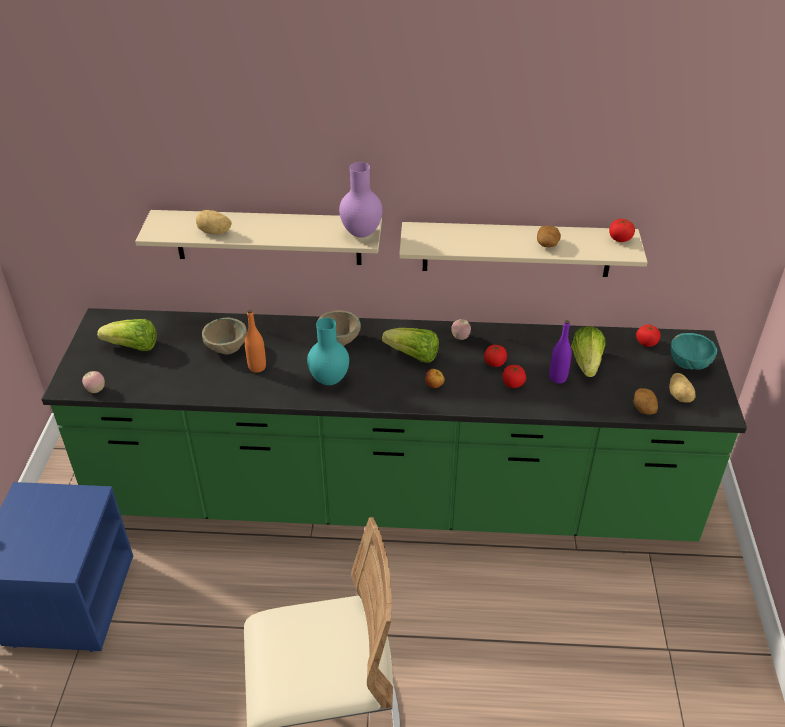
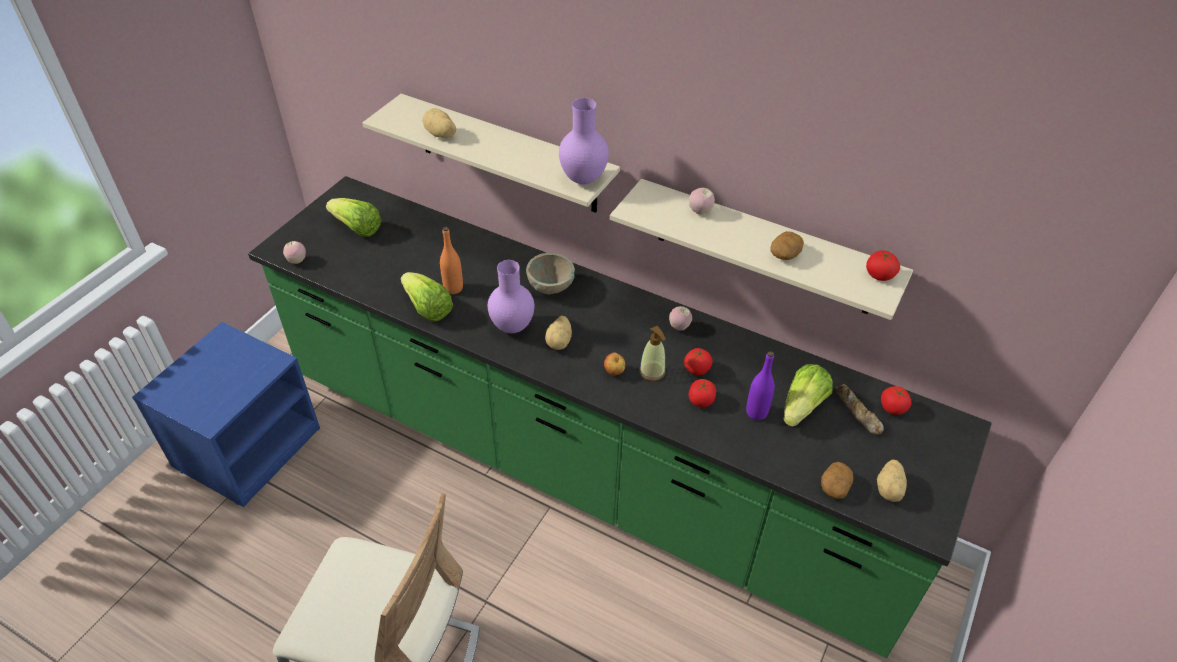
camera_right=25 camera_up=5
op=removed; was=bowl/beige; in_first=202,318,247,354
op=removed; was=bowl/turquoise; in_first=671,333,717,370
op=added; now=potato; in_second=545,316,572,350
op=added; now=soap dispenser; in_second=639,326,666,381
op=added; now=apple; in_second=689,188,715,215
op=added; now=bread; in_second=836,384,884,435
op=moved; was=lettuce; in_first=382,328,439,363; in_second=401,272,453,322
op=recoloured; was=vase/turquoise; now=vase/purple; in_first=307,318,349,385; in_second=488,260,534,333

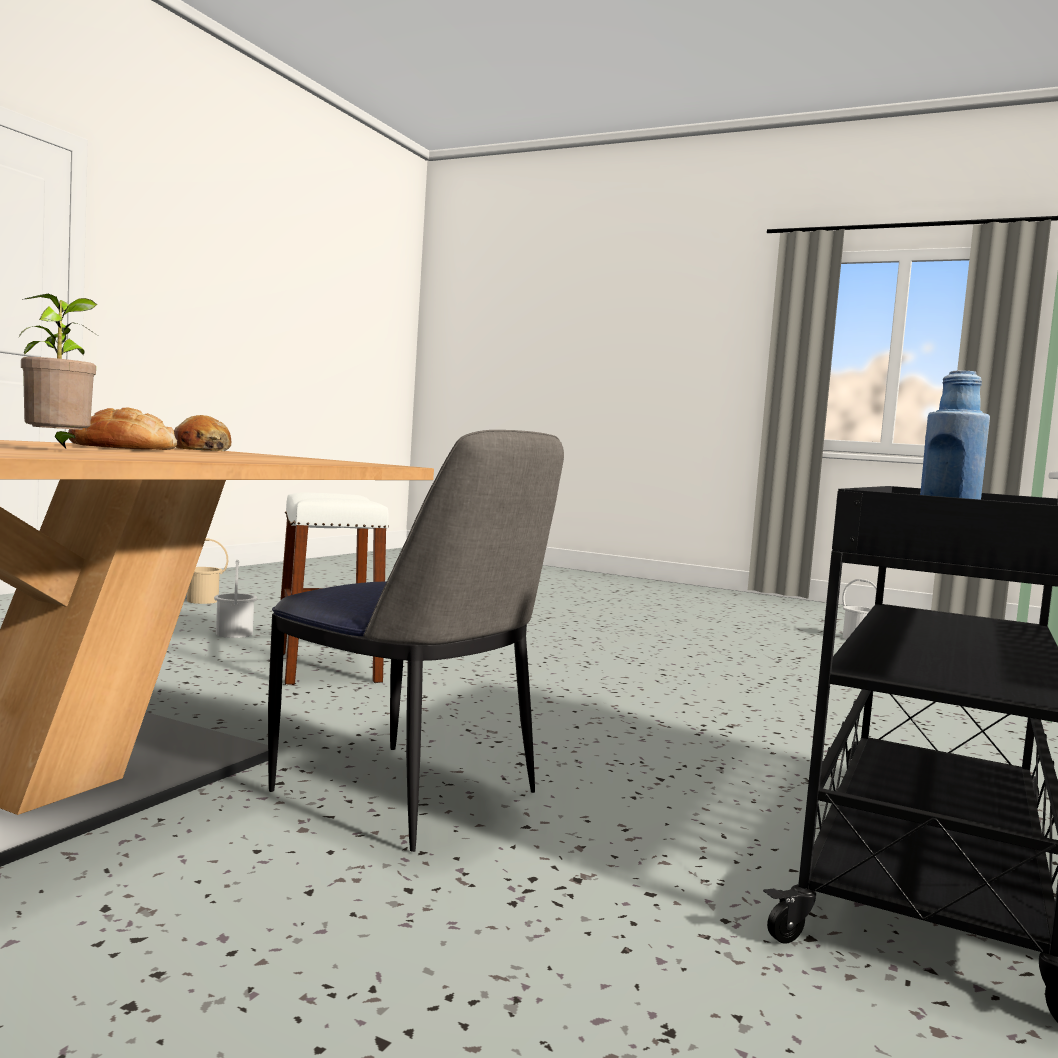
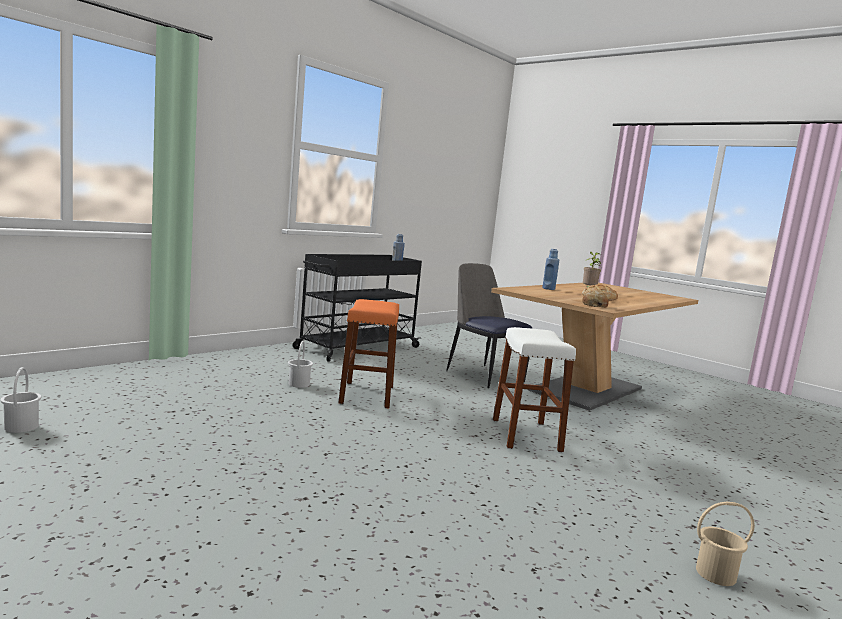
camera_right=-165 camera_up=5
op=added; now=stool/orange; in_second=338,299,399,408
op=added; now=bottle/blue; in_second=542,249,559,290
op=moved; was=bucket/white; in_first=214,560,257,638; in_second=288,341,313,388

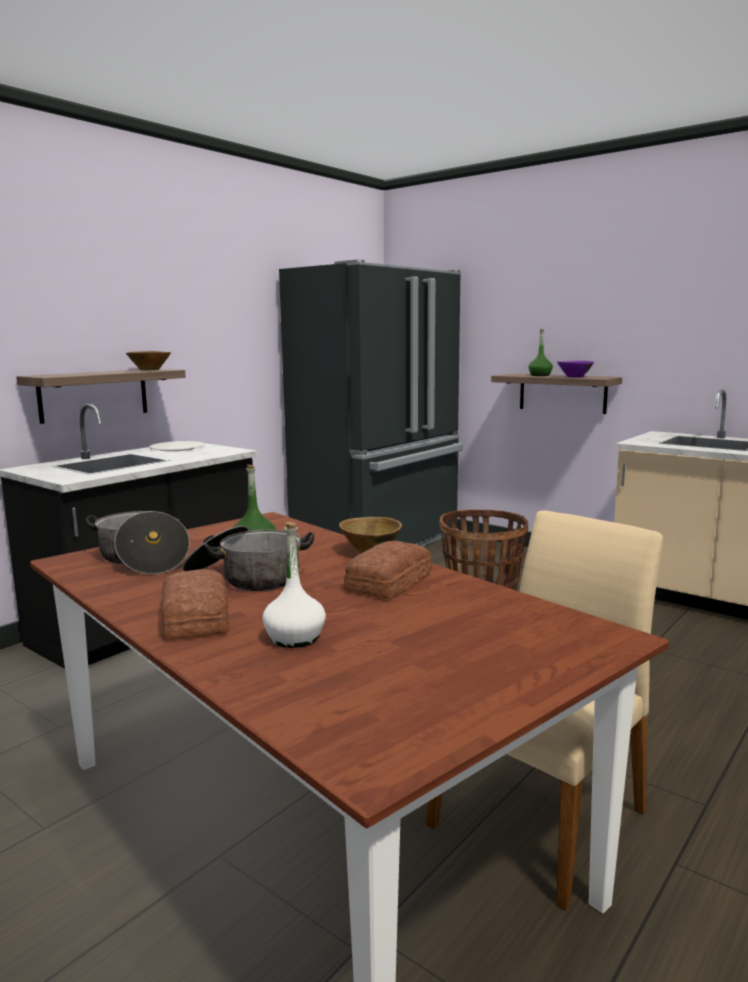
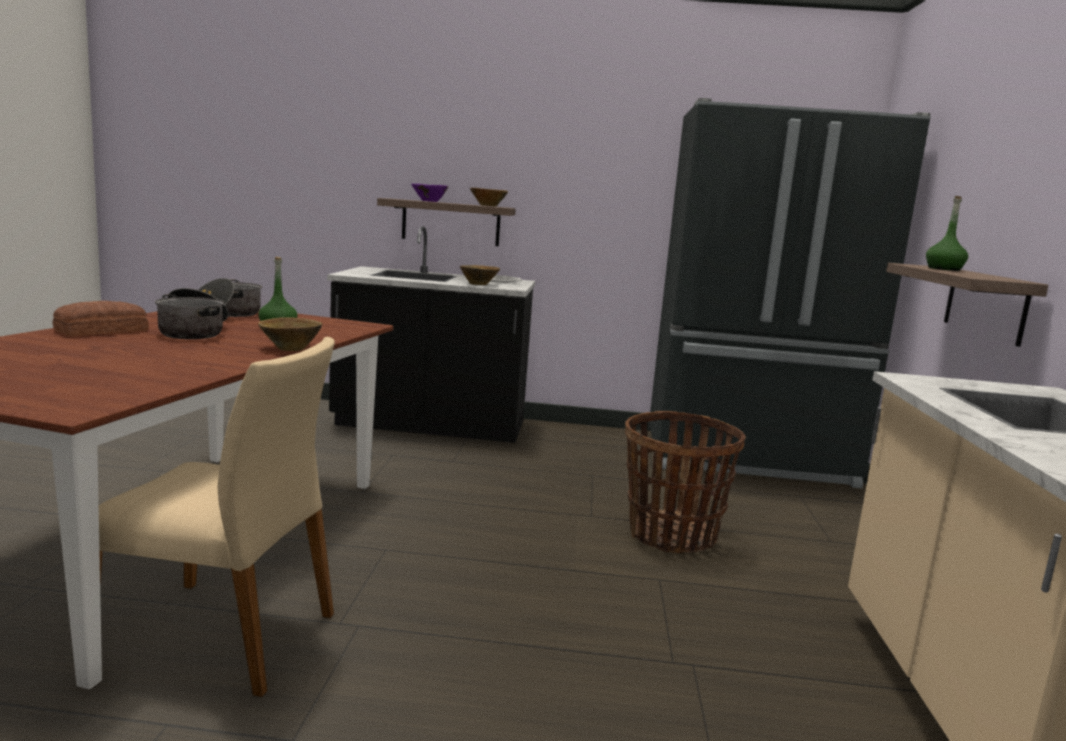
camera_right=55 camera_up=0
op=removed; was=bottle/white; in_first=263,522,326,648
op=removed; was=bread; in_first=344,541,432,600
op=added; now=bowl/brown; in_second=460,265,500,285
op=moved; was=bowl/purple; in_first=557,361,594,378; in_second=411,184,448,202

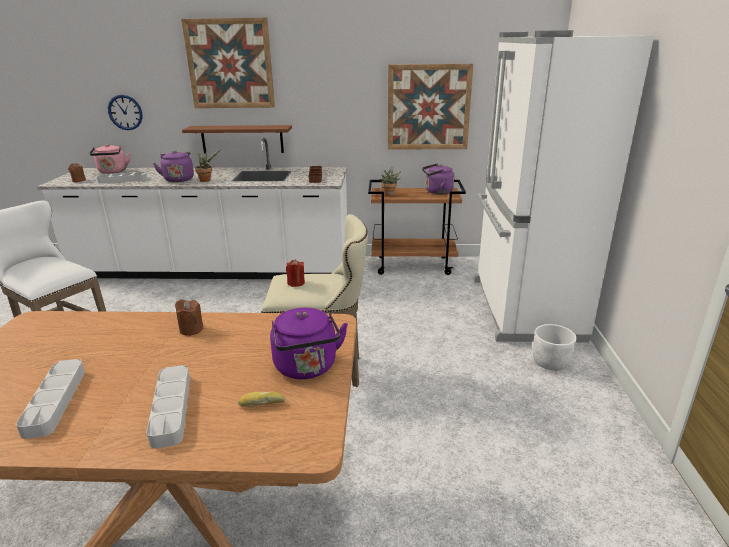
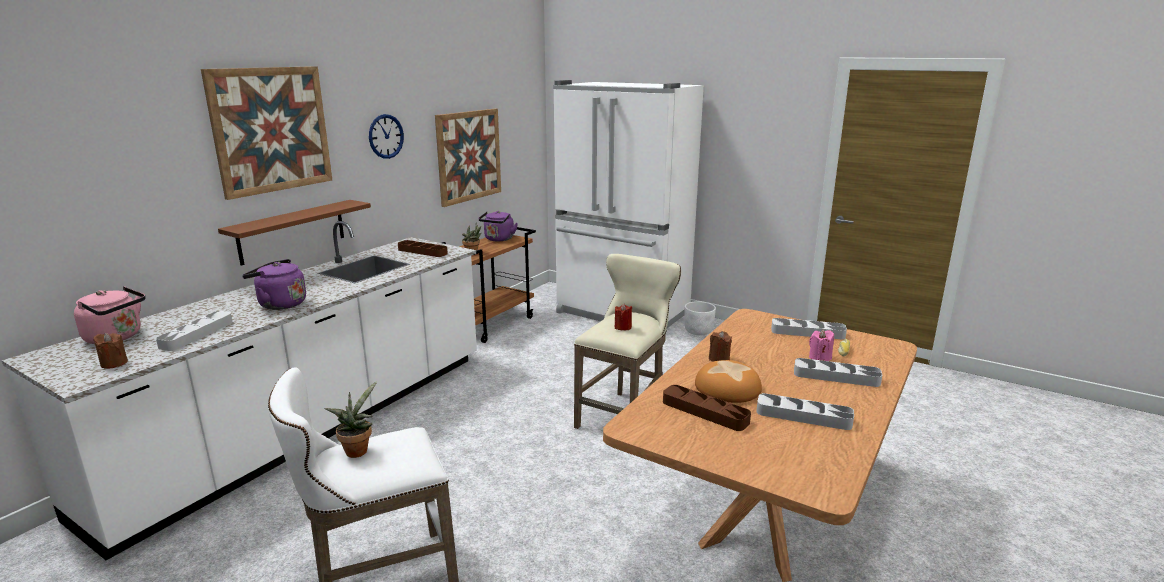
camera_right=-60 camera_up=-5
op=added; now=tray/brown; in_second=663,385,751,431
op=added; now=bread; in_second=695,360,762,403
op=added; now=candle/pink; in_second=809,329,834,361
op=moved; was=wall clock; in_first=108,95,142,130; in_second=369,114,404,159
op=moved; was=potted plant; in_first=195,150,220,182; in_second=324,381,377,458
op=replaced; was=kettle/purple; now=tray/grey; in_first=270,308,348,379; in_second=771,318,847,339

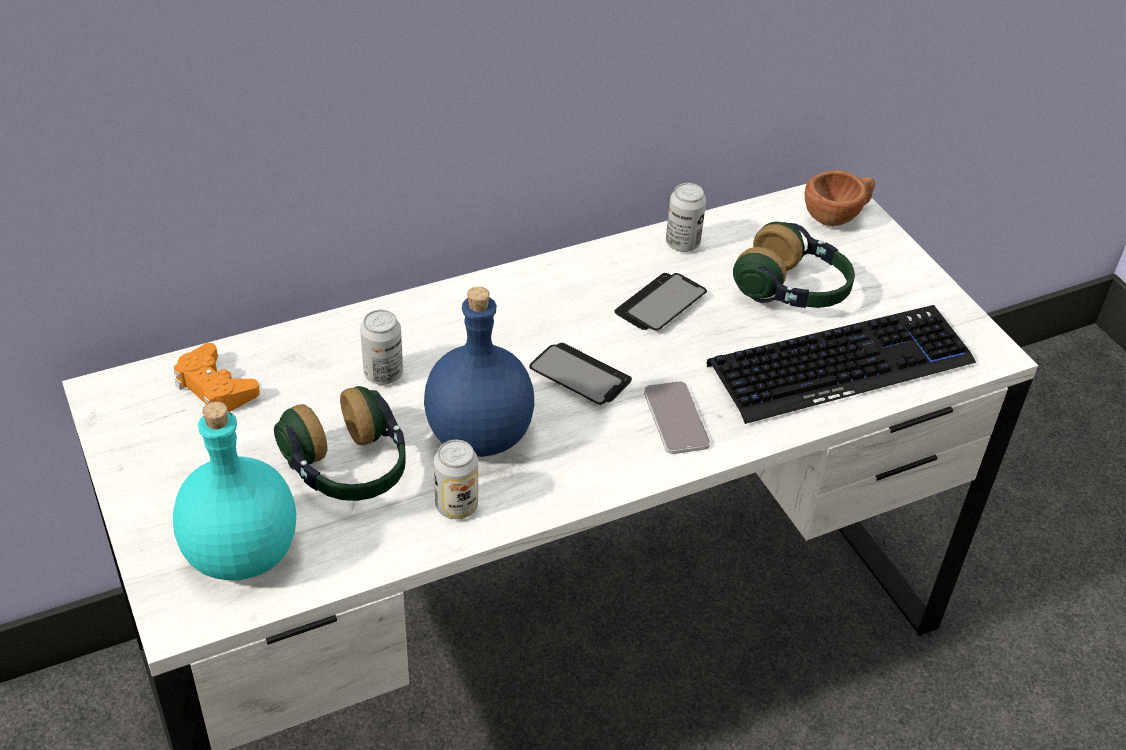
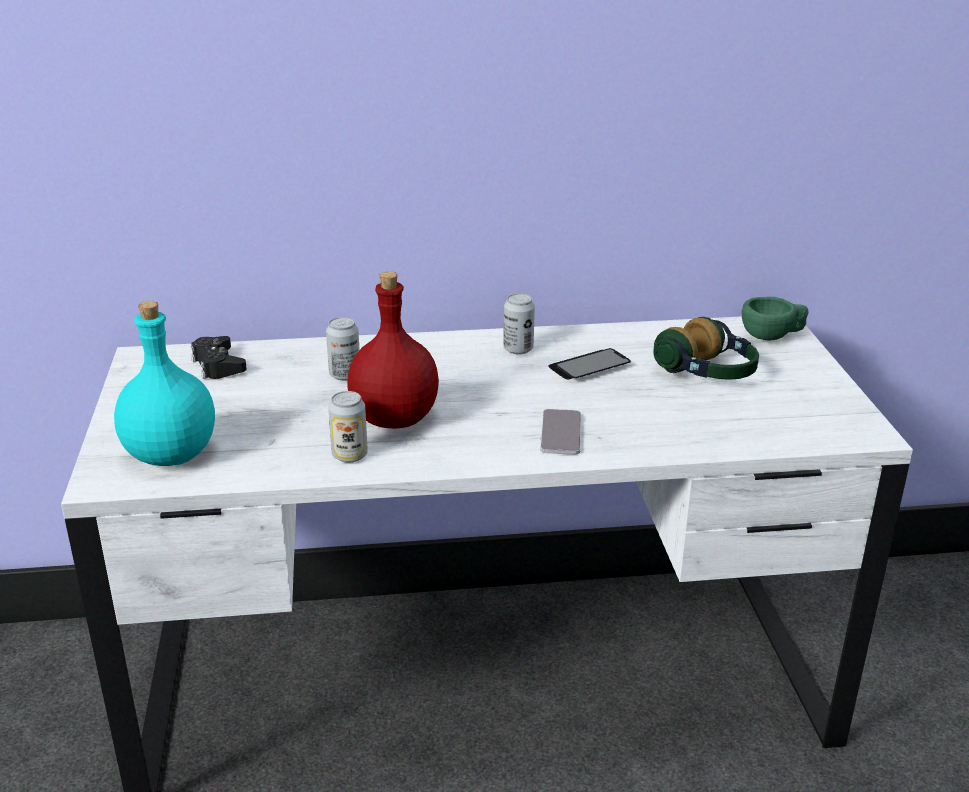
camera_right=20 camera_up=-15
op=removed; was=headphones; in_first=274,386,406,501
op=removed; was=phone; in_first=530,343,632,405
op=removed; was=keyboard; in_first=707,305,976,424
op=moved; was=can; in_first=666,183,706,252; in_second=503,293,535,354
op=recoloured; was=game controller/orange; now=game controller/black; in_first=174,343,260,412; in_second=191,336,247,379
op=recoloured; was=bottle/blue; now=bottle/red; in_first=424,287,534,457; in_second=347,271,439,429
op=recoloured; was=cup/brown; now=cup/green; in_first=805,170,875,226; in_second=741,297,808,341

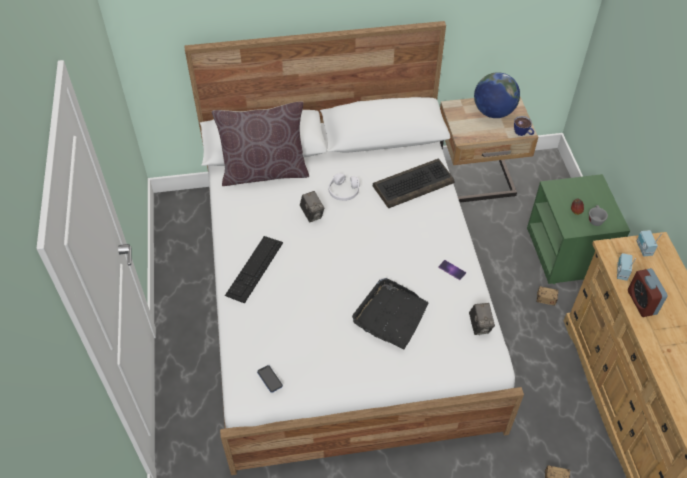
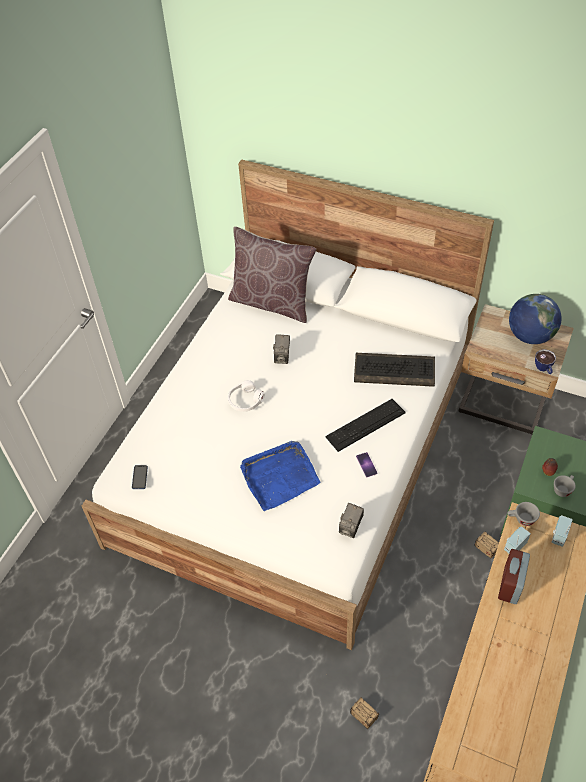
camera_right=35 camera_up=0
op=added; now=cup/grey; in_second=507,502,540,526
op=moved; was=keyboard; in_first=225,236,283,304; in_second=325,399,406,452
op=moved; was=headphones/white; in_first=329,173,360,201; in_second=228,380,265,412
op=recoloured; was=tray/black; now=tray/blue; in_first=352,278,429,349; in_second=240,441,321,511

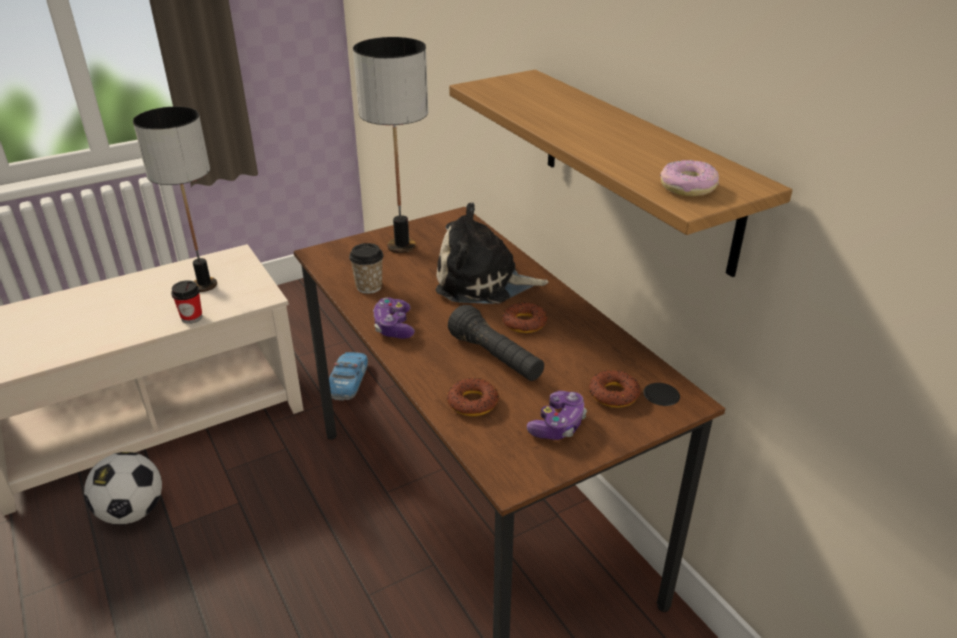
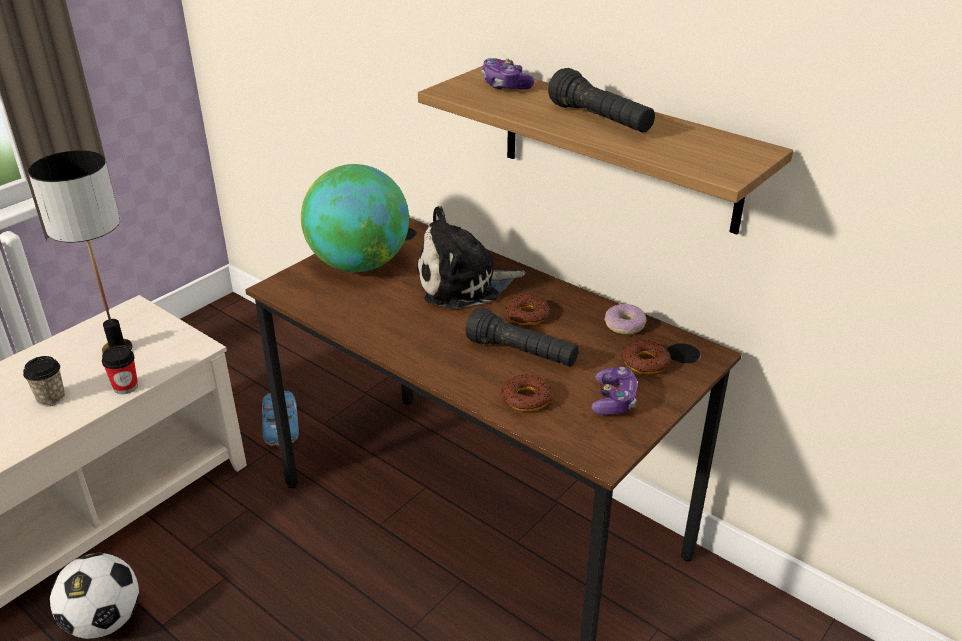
camera_right=-20 camera_up=0
op=added; now=flashlight/black; in_second=548,68,655,133
op=moved; was=cup; in_first=349,243,384,294; in_second=23,356,65,406
op=moved; was=game controller; in_first=373,297,415,339; in_second=481,58,534,90
op=moved; was=donut; in_first=660,160,719,196; in_second=605,304,647,334
op=replaced; was=table lamp; now=globe; in_first=353,37,428,253; in_second=301,164,409,272

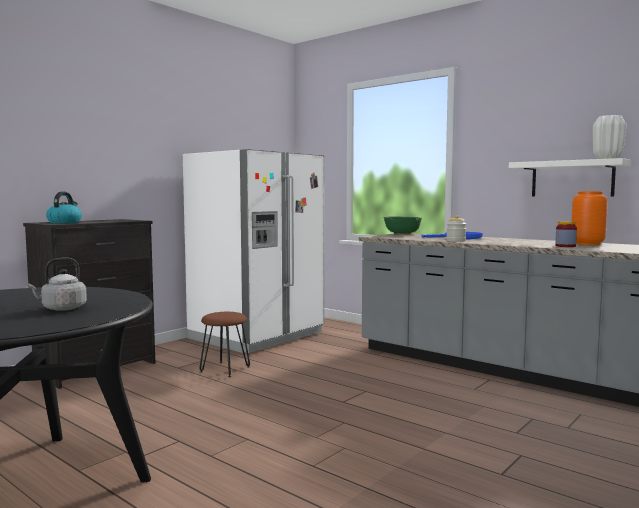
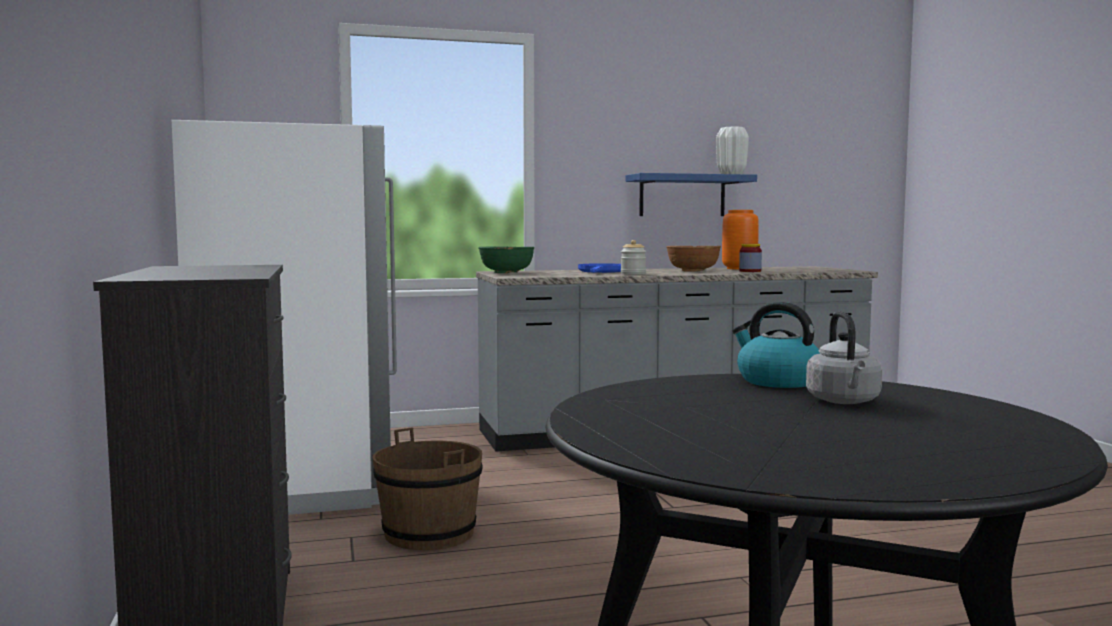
camera_right=-55 camera_up=0
op=added; now=bowl/brown; in_second=666,246,721,272
op=moved; was=kettle; in_first=46,191,82,223; in_second=733,302,820,388
op=replaced; was=stool/brown; now=bucket/brown; in_first=199,312,250,377; in_second=372,427,483,550
op=recoloured; was=shelf/white; now=shelf/blue; in_first=509,158,631,197; in_second=626,173,757,216

